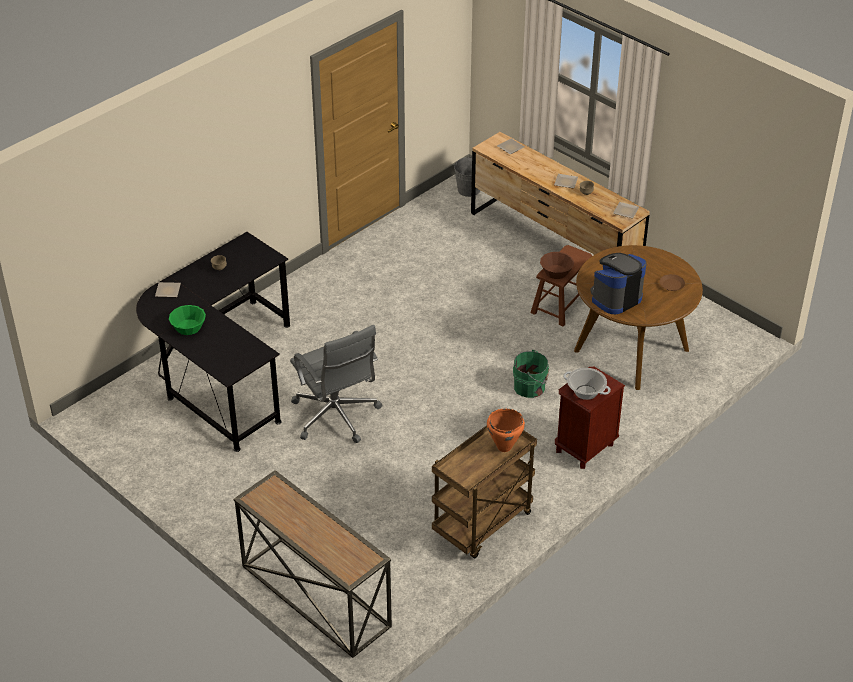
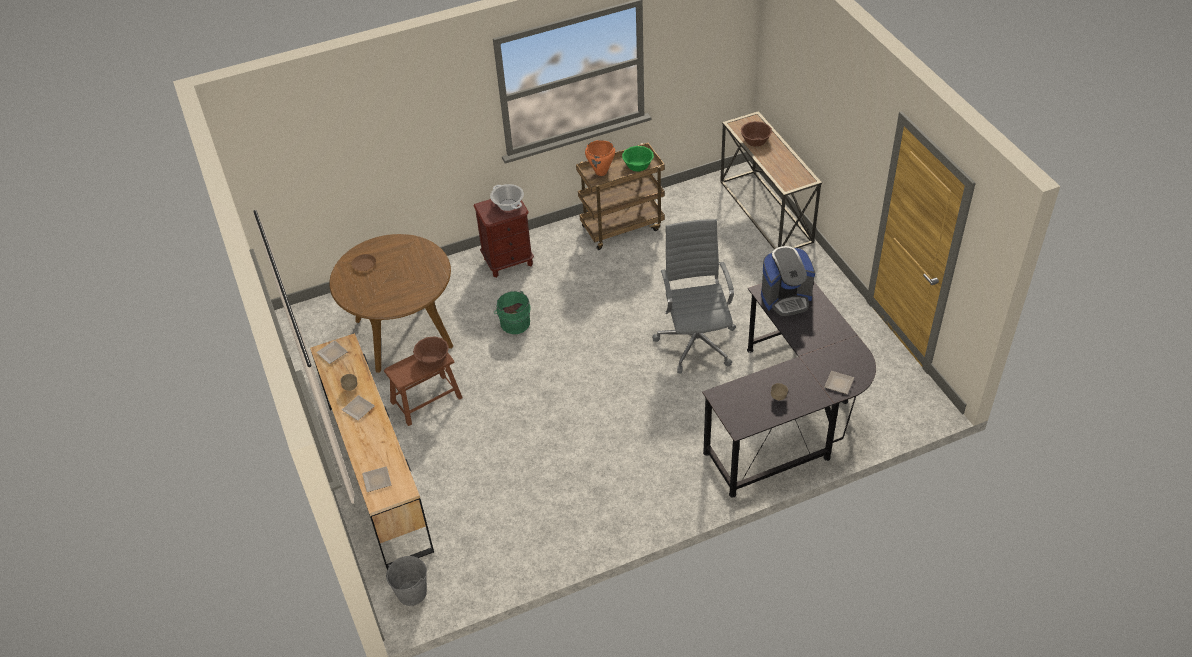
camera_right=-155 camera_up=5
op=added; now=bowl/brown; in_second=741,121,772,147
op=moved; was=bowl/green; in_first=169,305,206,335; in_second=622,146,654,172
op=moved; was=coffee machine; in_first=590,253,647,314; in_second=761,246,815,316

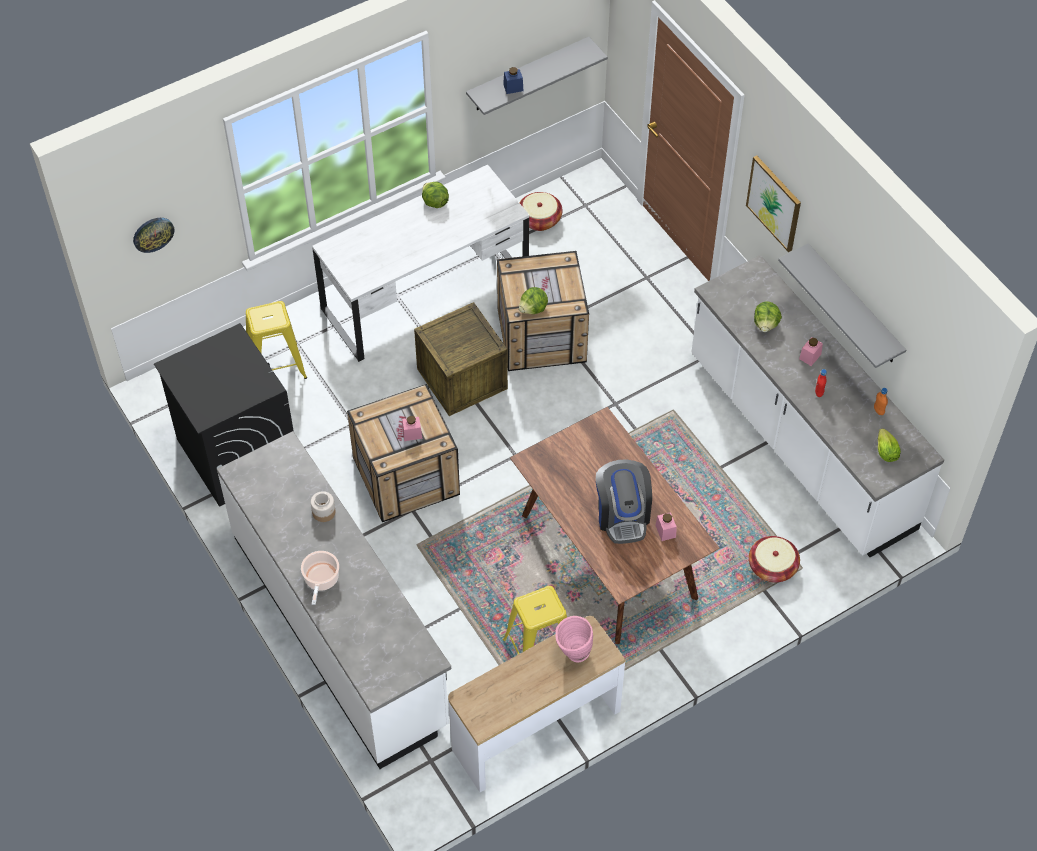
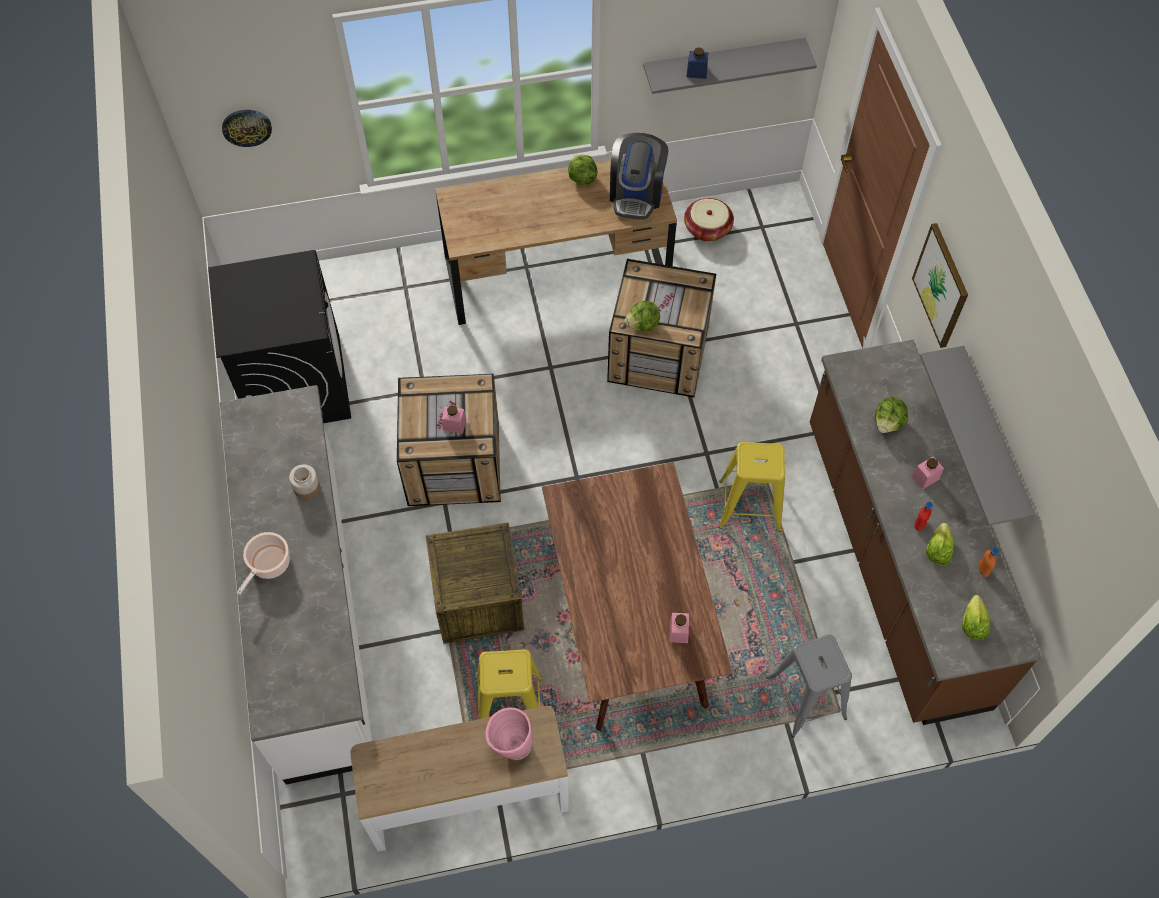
camera_right=20 camera_up=5
op=added; now=lettuce; in_second=926,523,954,566
op=moved; was=stool/yellow; in_first=246,301,307,379; in_second=719,442,785,532
op=moved; was=crate; in_first=414,302,508,416; in_second=426,522,524,644
op=moved; was=coffee machine; in_first=596,460,652,544; in_second=610,133,668,220
op=replaced; was=basket; now=stool/grey; in_first=749,536,800,583; in_second=767,635,852,738
op=recoloured; was=desk/white; now=desk/brown; in_first=312,165,529,362; in_second=435,160,677,325
op=recoloured; was=counter/white; now=counter/brown; in_first=692,255,944,557; in_second=810,340,1041,725

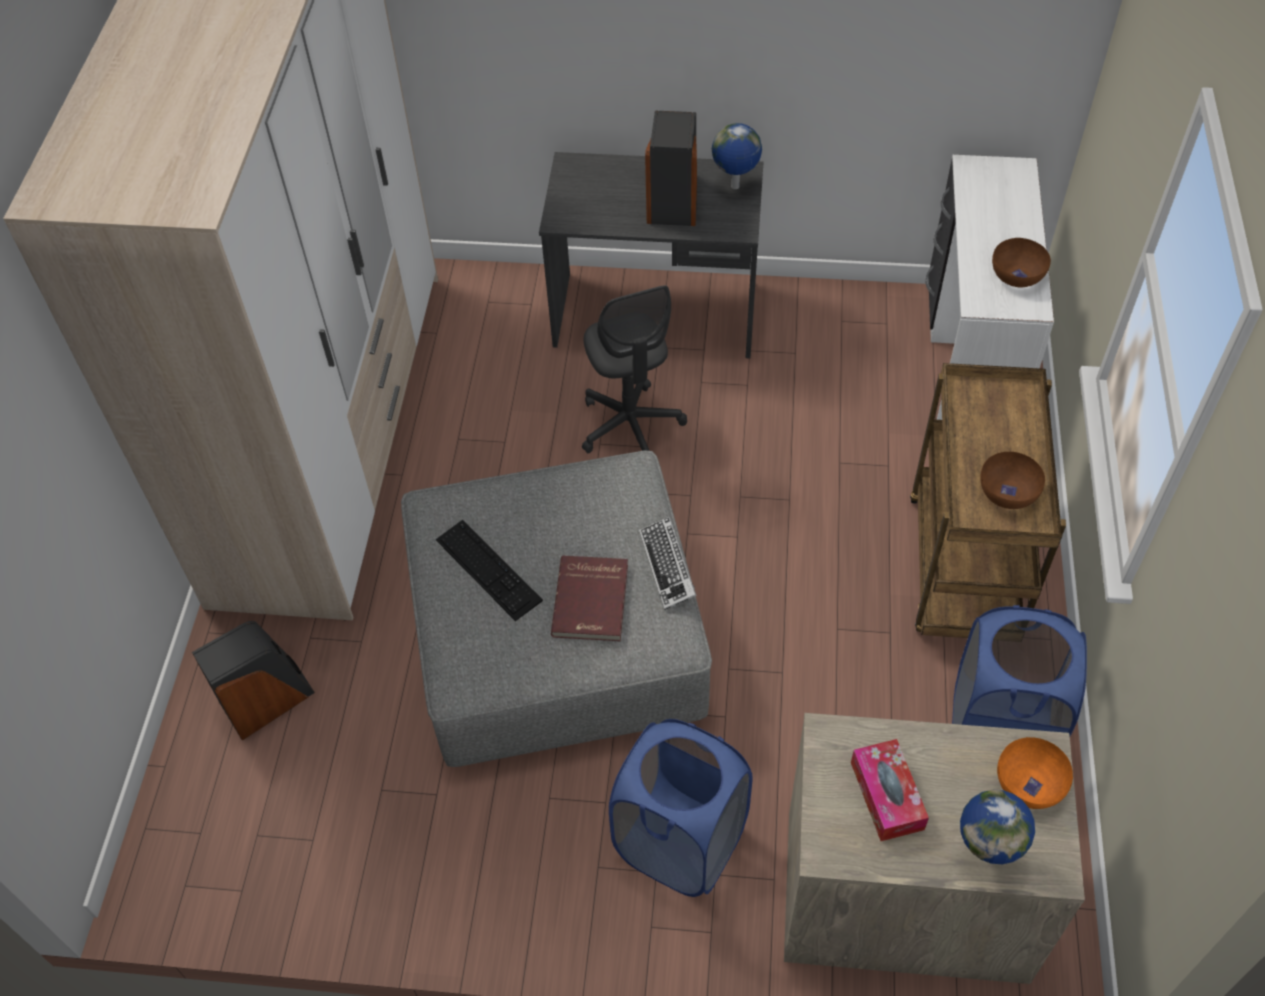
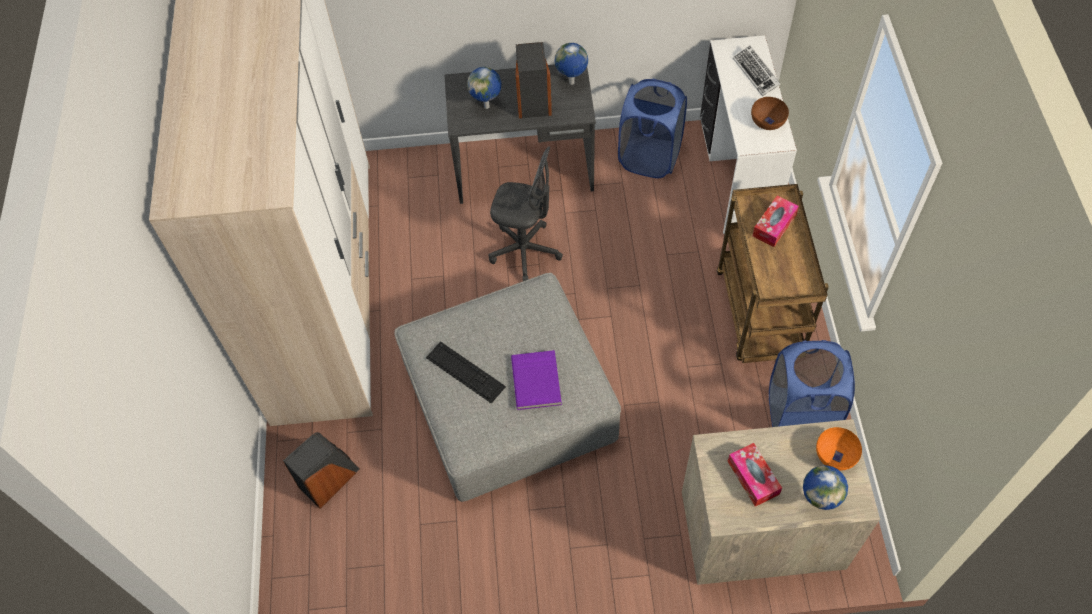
camera_right=-10 camera_up=5
op=removed; was=bowl/brown; in_first=980,452,1045,509
op=added; now=globe; in_second=467,67,501,109
op=added; now=tissue box; in_second=753,195,799,247
op=moved; was=laundry basket/blue; in_first=609,719,752,897; in_second=618,79,687,178
op=moved; was=keyboard; in_first=639,516,697,610; in_second=733,46,781,96
op=recoloured; was=book/red; now=book/purple; in_first=551,556,628,641; in_second=511,350,562,410
op=turned; was=office chair/grey; in_first=582,285,687,453; in_second=488,146,563,281; clockwise=-45

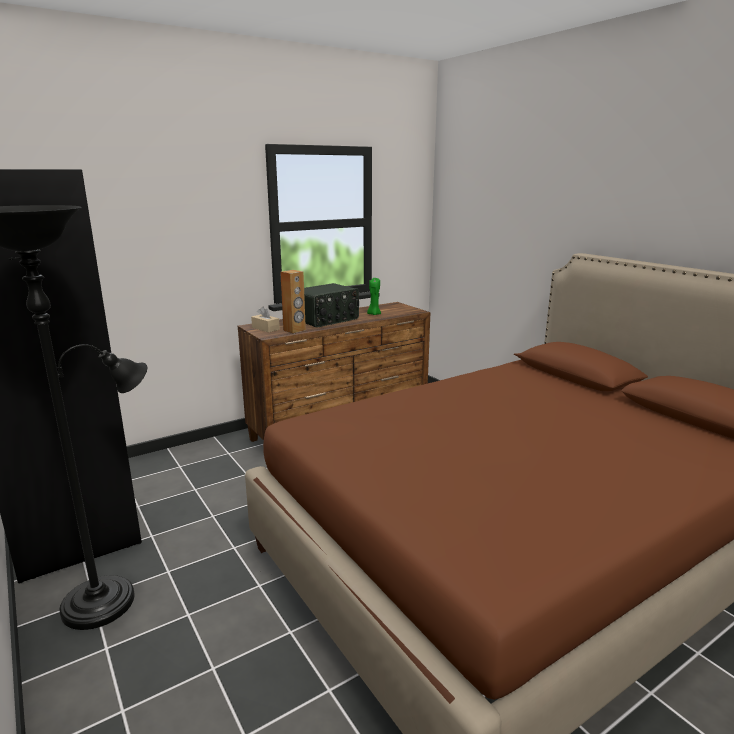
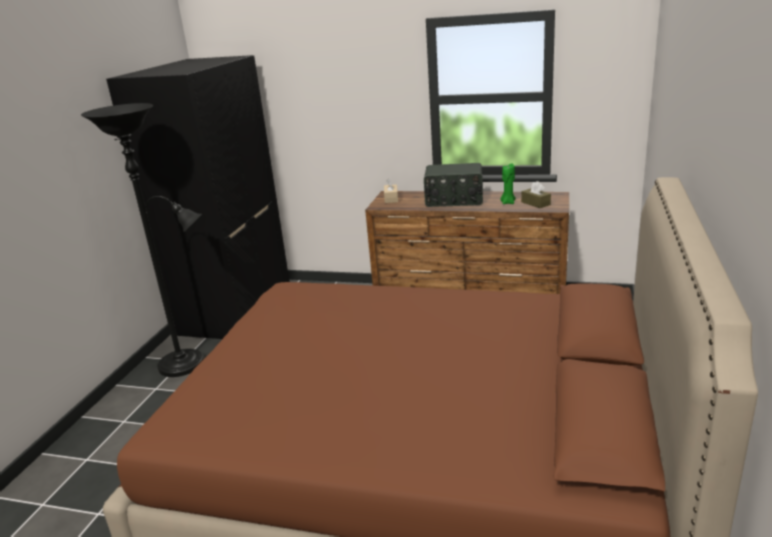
camera_right=50 camera_up=5
op=removed; was=speaker/brown; in_first=280,270,306,333
op=added; now=tissue box/brown; in_second=521,181,551,208

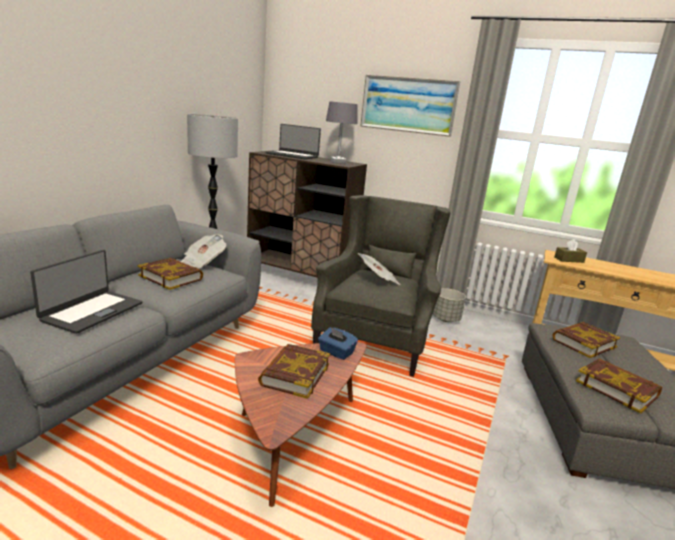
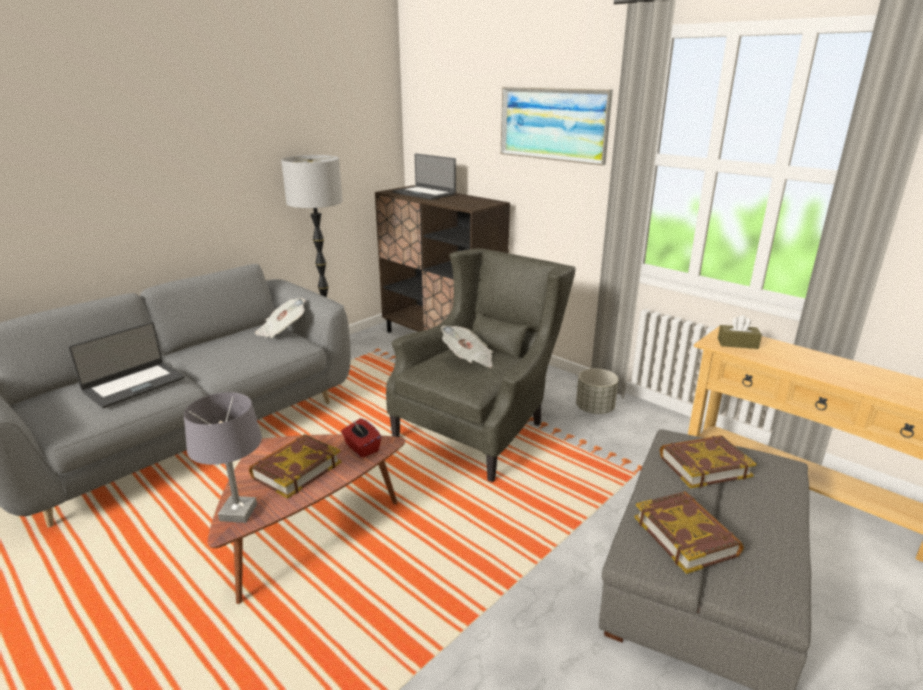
camera_right=20 camera_up=5
op=removed; was=book; in_first=138,258,203,290
op=moved; was=table lamp/grey; in_first=326,101,357,164; in_second=184,392,262,523
op=recoloured; was=tissue box/blue; now=tissue box/red; in_first=318,327,358,360; in_second=341,419,381,458

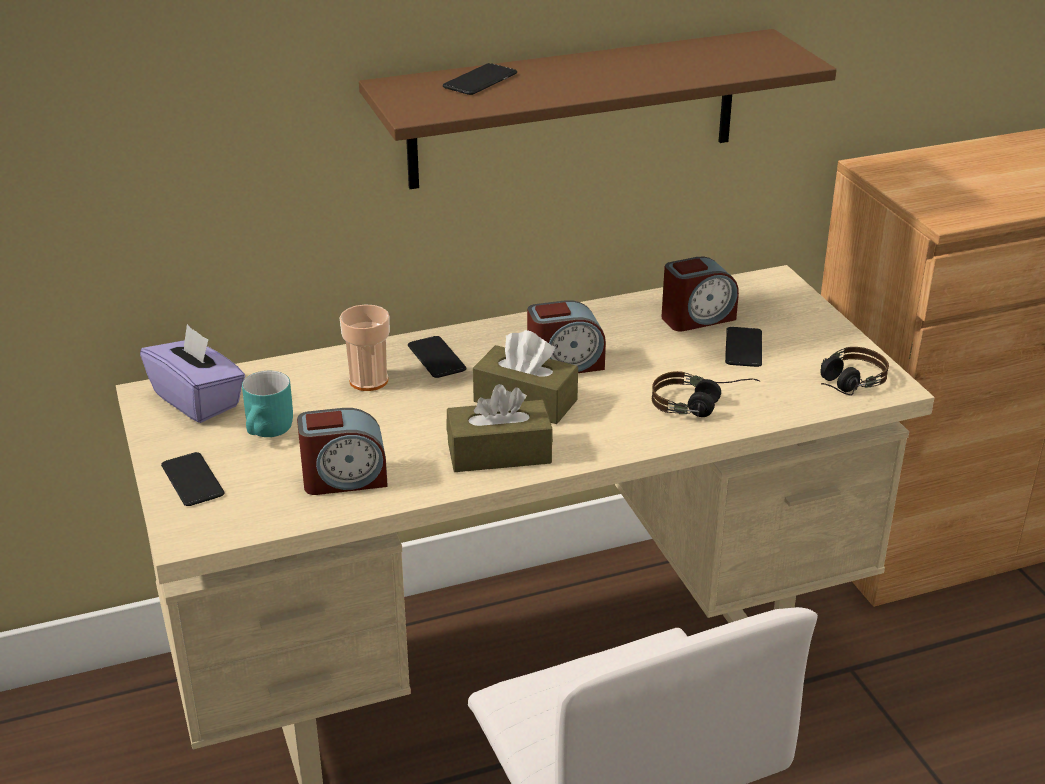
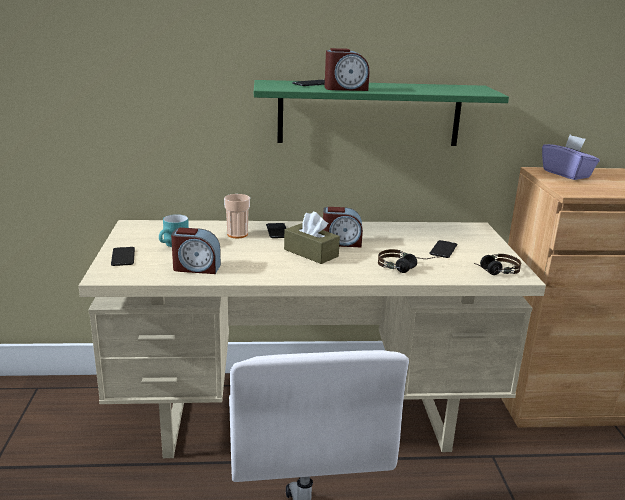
camera_right=15 camera_up=-10
op=removed; was=tissue box/brown; in_first=446,384,553,472
op=moved; was=tissue box/purple; in_first=140,324,245,423; in_second=542,135,600,180
op=moved; was=alarm clock; in_first=661,256,739,331; in_second=325,48,370,91
op=recoloured; was=shelf/brown; now=shelf/green; in_first=359,29,837,189; in_second=254,80,509,146

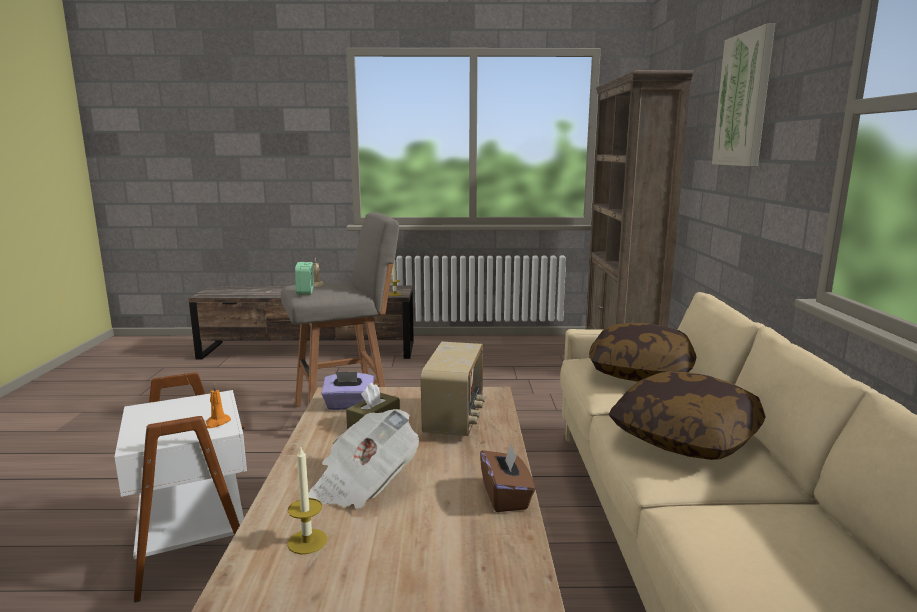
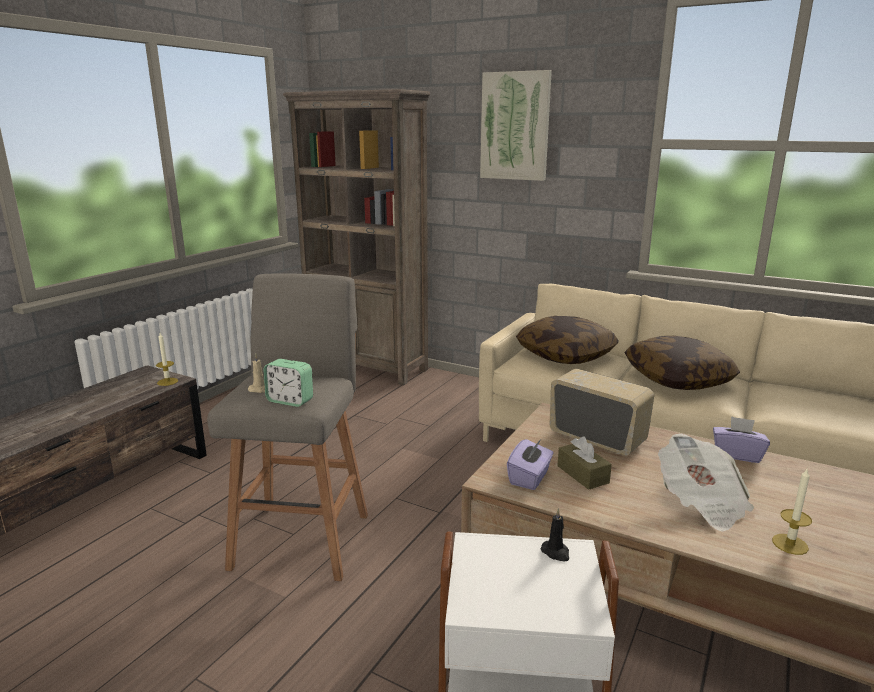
camera_right=-60 camera_up=5
op=recoloured; was=candle/orange; now=candle/black; in_first=206,383,231,428; in_second=541,508,569,562
op=recoloured; was=tissue box/brown; now=tissue box/purple; in_first=480,443,535,512; in_second=713,416,770,463

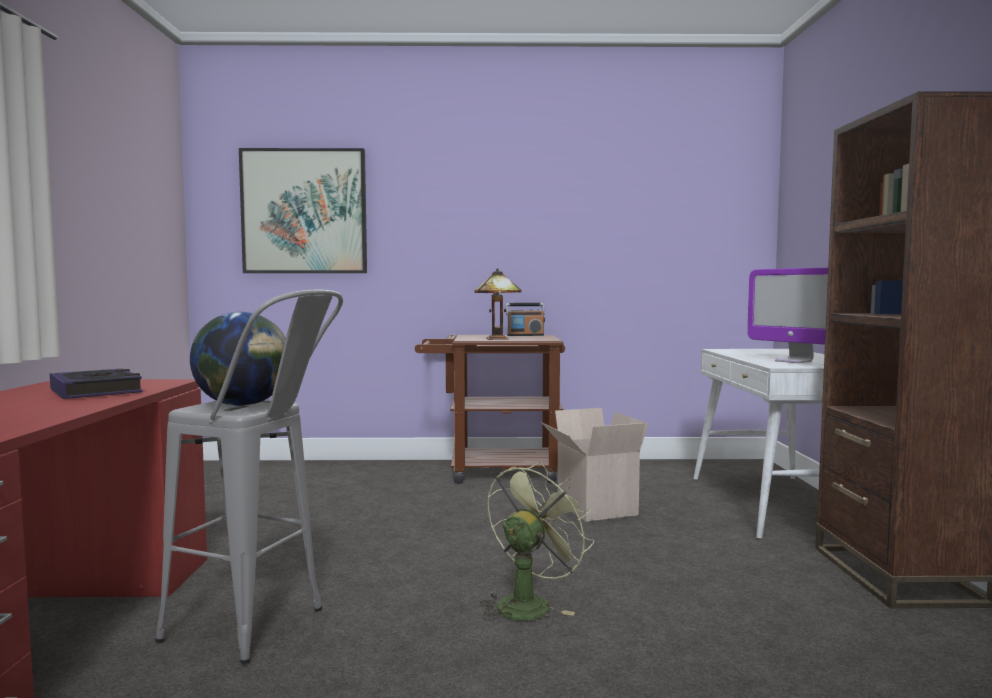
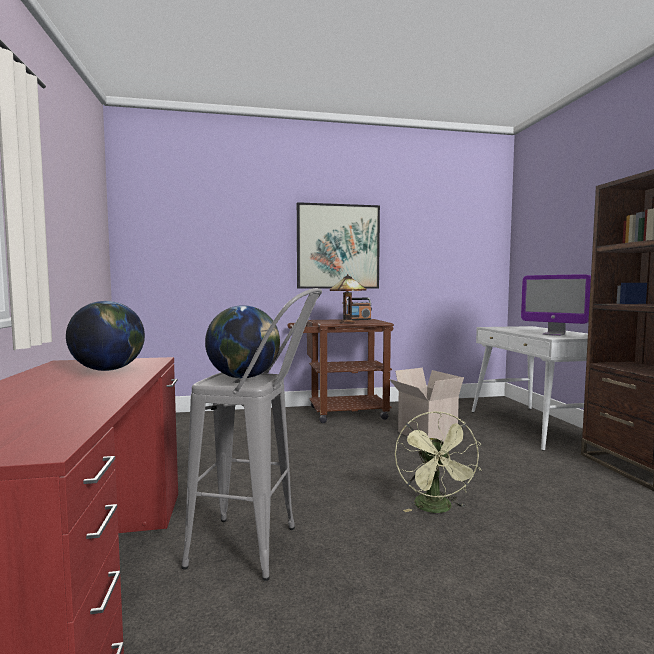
camera_right=-10 camera_up=0
op=moved; was=picture; in_first=239,148,367,273; in_second=297,202,380,289
op=replaced; was=book; now=globe; in_first=50,369,142,399; in_second=66,301,145,371
op=turned; was=fan/green; in_first=480,461,594,621; in_second=395,411,481,513; clockwise=150

